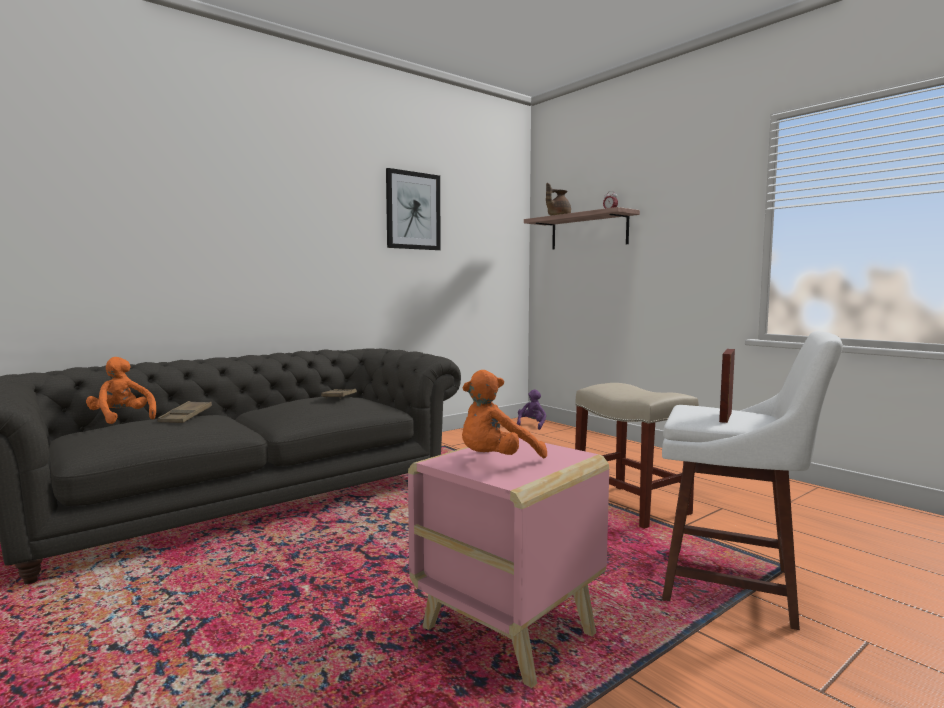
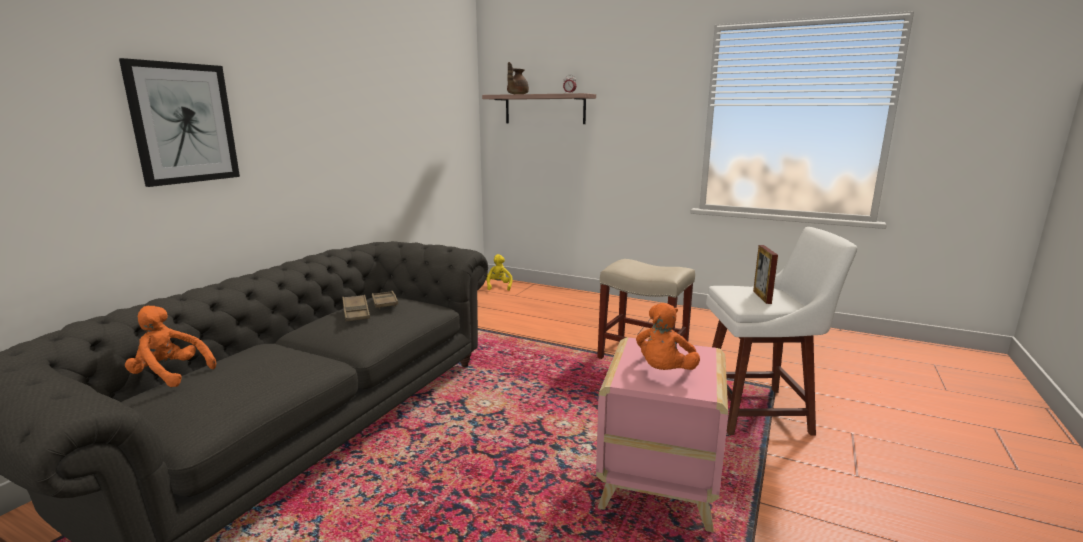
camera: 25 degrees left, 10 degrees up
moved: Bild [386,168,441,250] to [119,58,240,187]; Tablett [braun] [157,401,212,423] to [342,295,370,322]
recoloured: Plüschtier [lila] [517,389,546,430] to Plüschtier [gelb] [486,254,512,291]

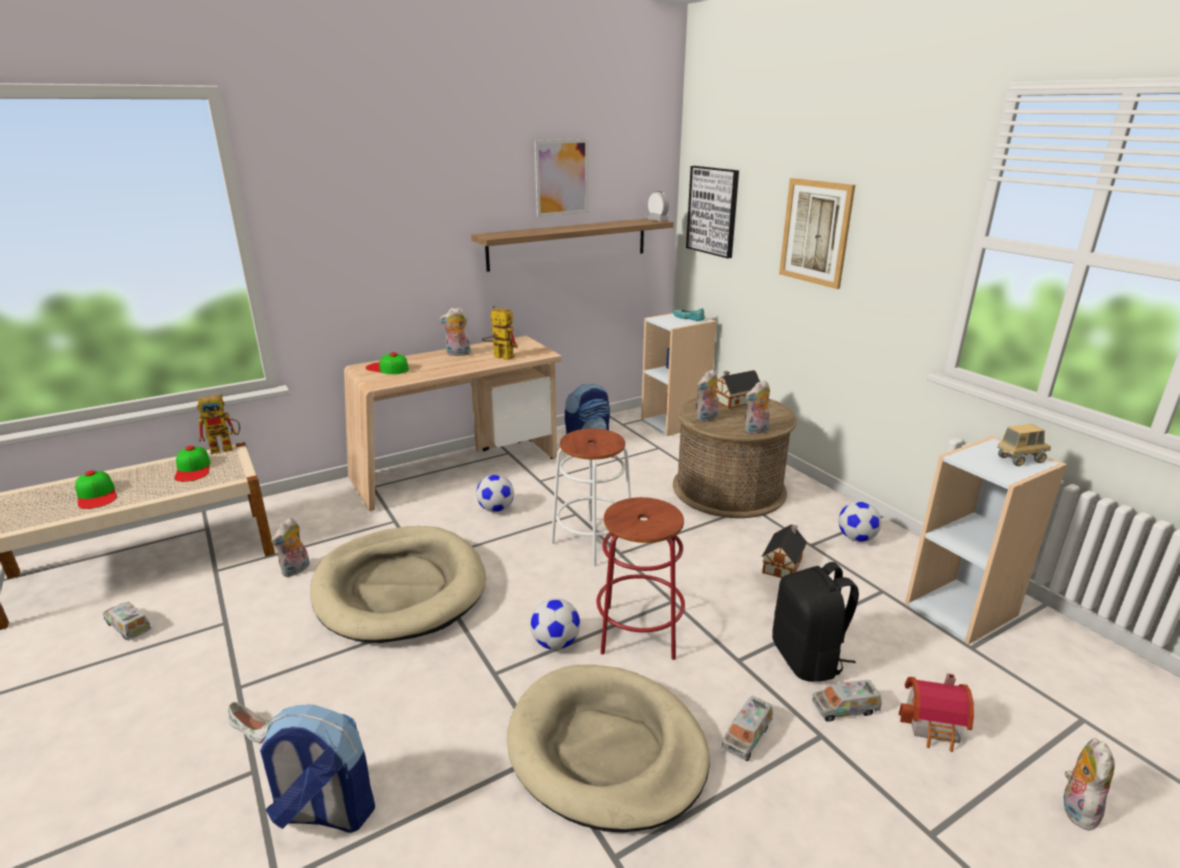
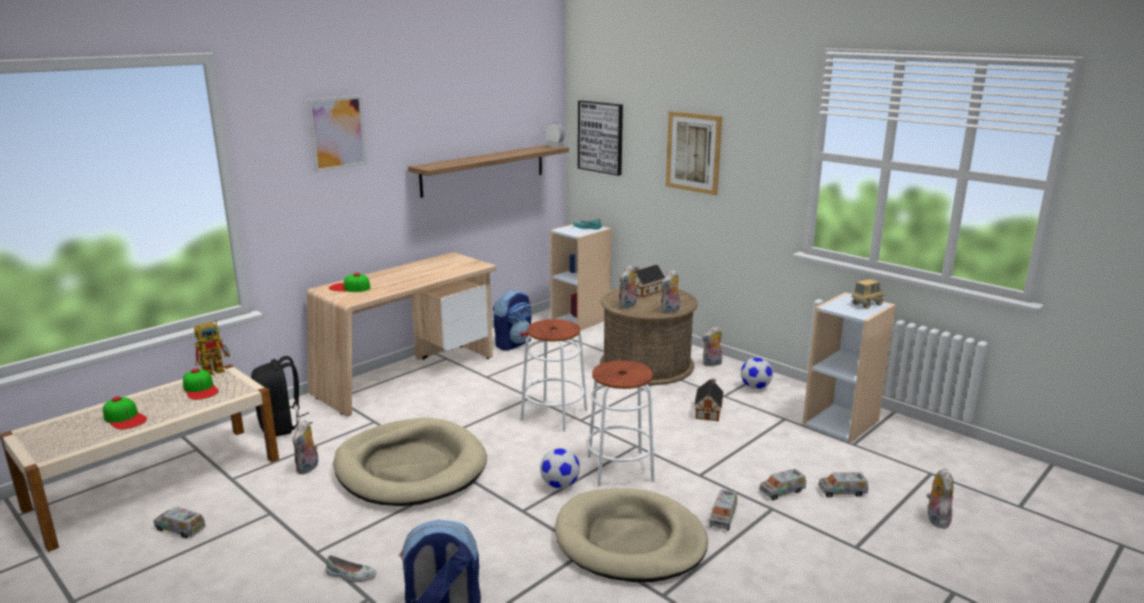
camera: 15 degrees left, 5 degrees down
removed: Fußball [476,475,514,512]; Spielzeugroboter [482,306,518,360]
moved: Rucksack [schwarz] [772,562,859,682] to [251,356,313,436]; Bild [535,139,588,217] to [307,95,367,172]; Plüschtier [439,307,471,356] to [702,326,722,366]
replaced: Spielzeughaus [899,673,974,752] to Spielzeuglaster [818,472,868,497]
recoloured: Hocker [rot] [597,497,685,660] to Hocker [weiß] [586,360,656,487]

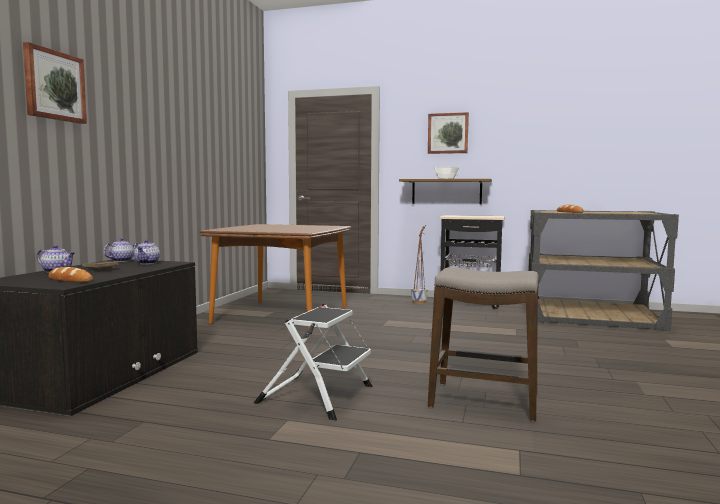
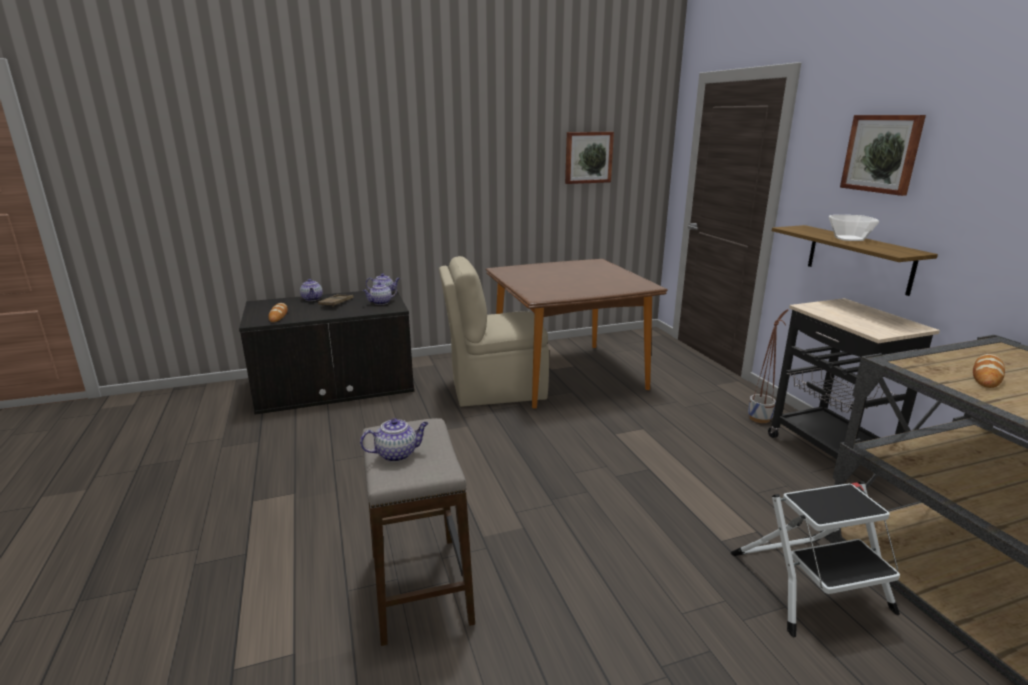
camera: 55 degrees right, 15 degrees up
added: Teekanne [360,418,428,462]; Stuhl [beige] [439,256,549,407]
moved: Bild [23,42,87,124] to [565,132,614,184]; Trittleiter [254,303,372,421] to [731,481,900,637]

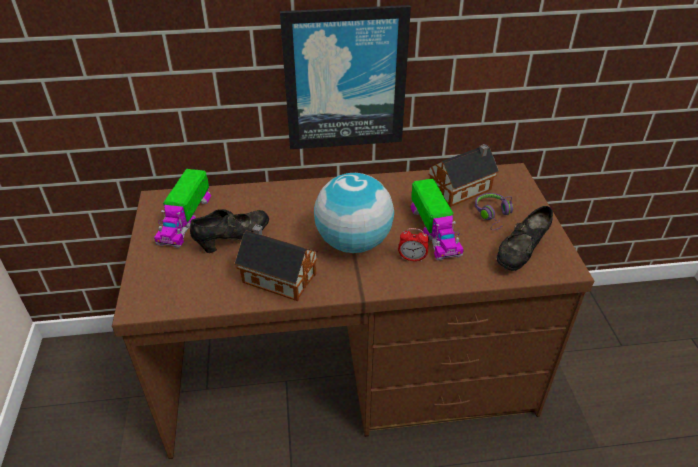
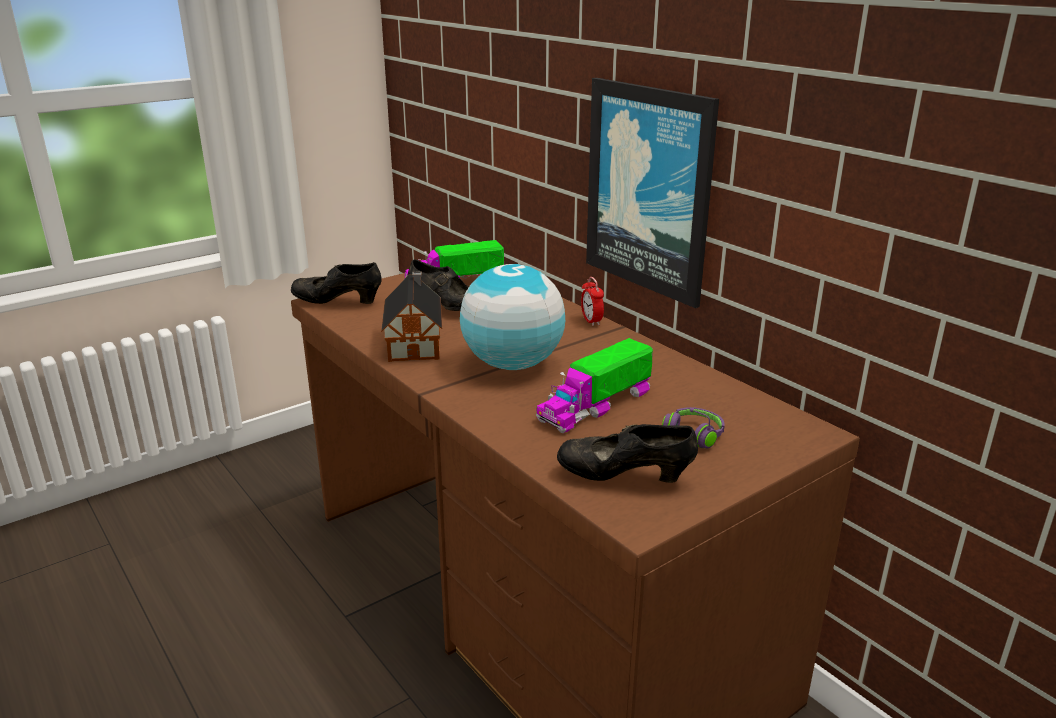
camera: 60 degrees right, 15 degrees down
removed: Spielzeughaus [428,144,499,207]
added: Schuh [schwarz] [291,262,382,304]
moved: Wecker [398,228,429,262] to [581,277,604,326]

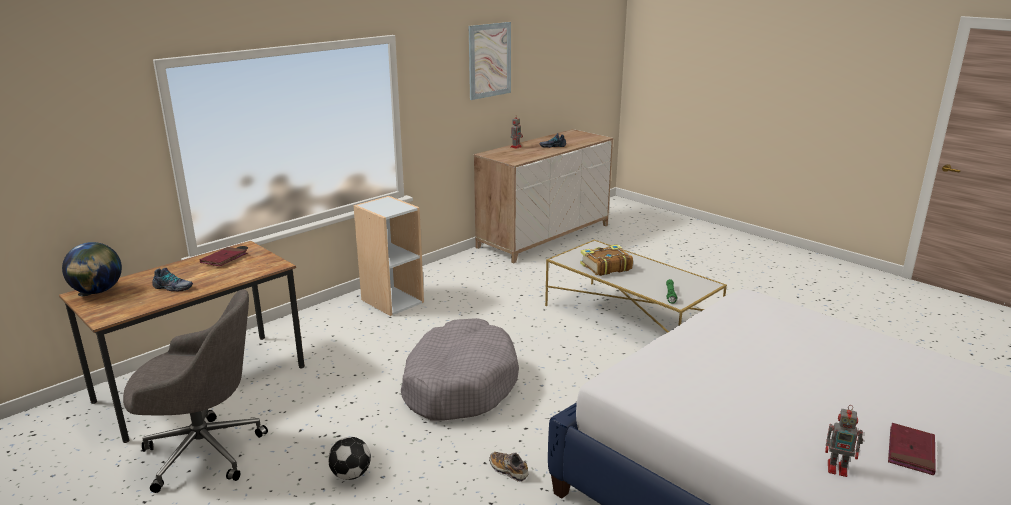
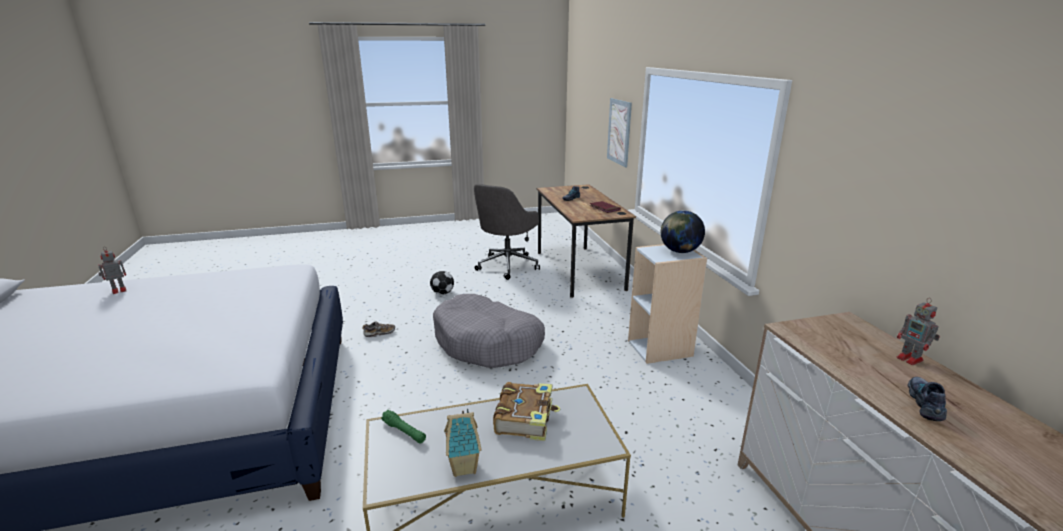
camera: 120 degrees right, 0 degrees up
removed: Buch [rot] [888,423,936,475]
added: Spielzeughaus [444,408,481,477]
moved: Bild [469,22,511,100] to [607,98,632,168]; Globus [62,242,122,294] to [661,210,705,253]

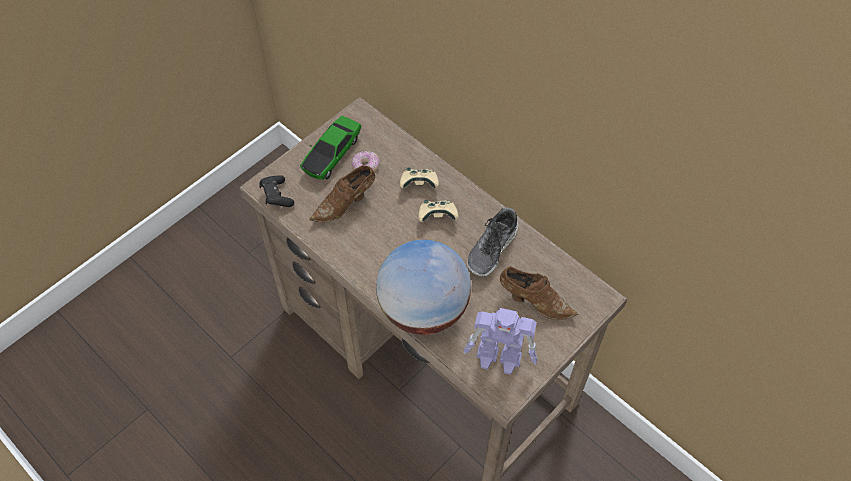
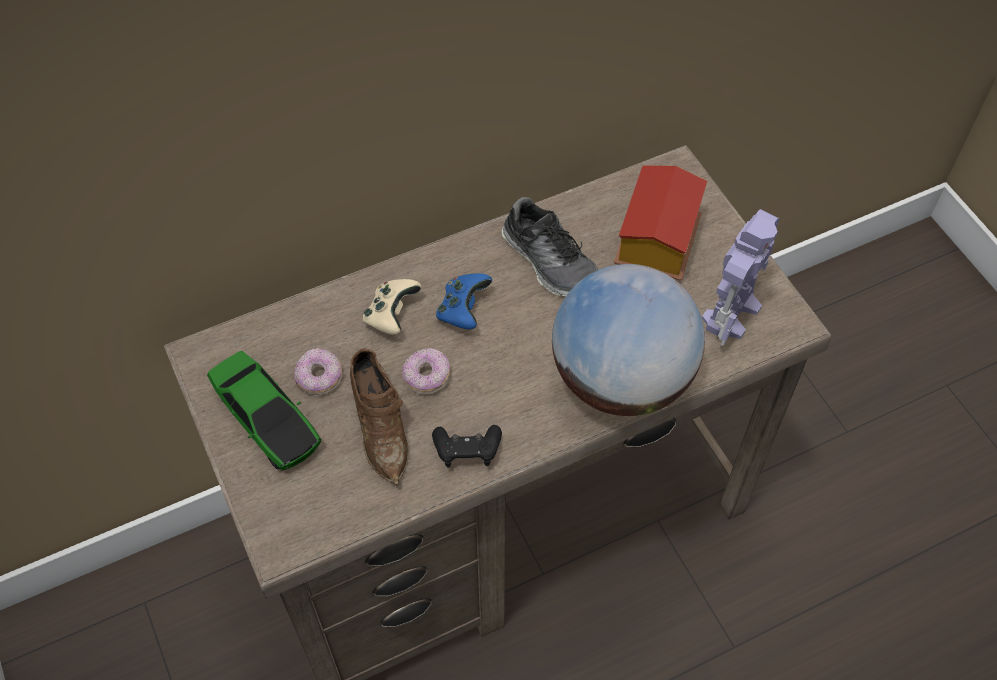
camera: 70 degrees left, 0 degrees up
added: Donut [402,348,450,395]
moved: Gamepad [schwarz] [259,175,294,207] to [432,425,502,468]
replaced: Schuh [braun] [500,266,579,320] to Spielzeughaus [614,165,707,280]
recoloured: Gamepad [beige] [418,200,459,222] to Gamepad [blau] [436,273,492,329]

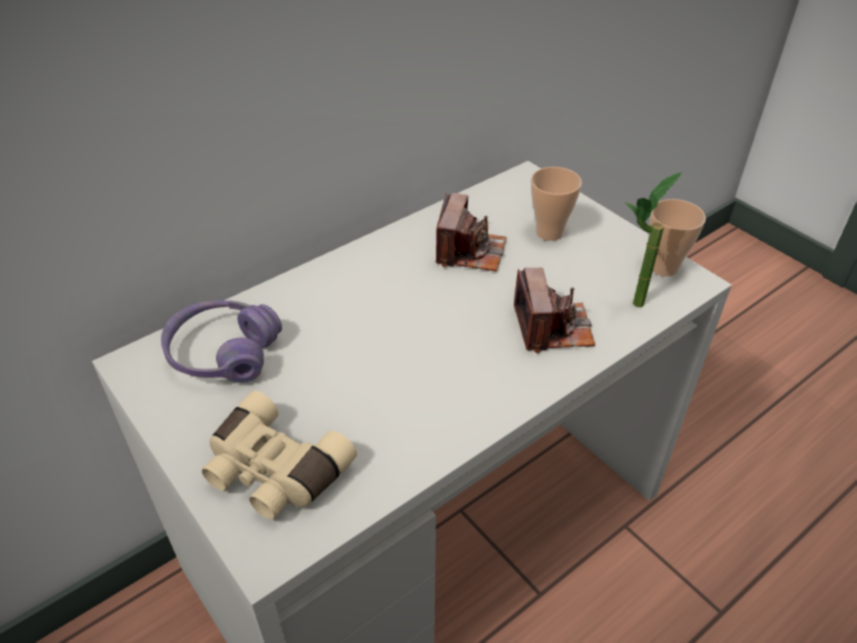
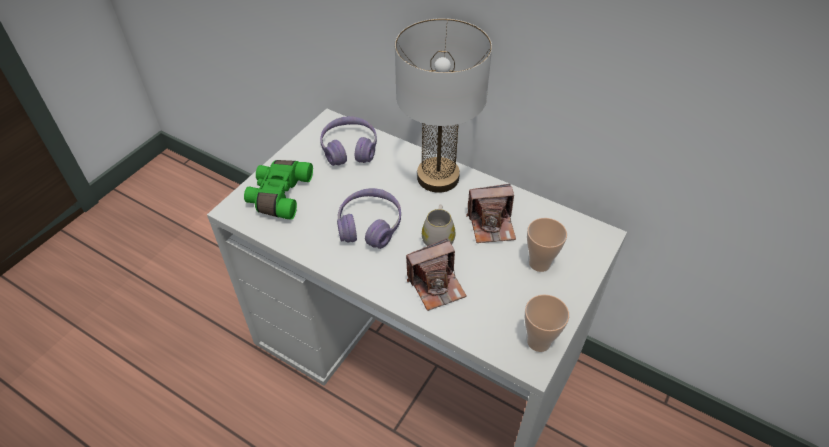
camera: 70 degrees right, 5 degrees up
removed: Topfpflanze [625,172,682,308]
added: Kopfhörer [lila] [337,188,401,249]; Tischlampe [395,18,492,193]; Henkelbecher [weiß] [422,205,455,246]
recoloured: Fernglas [beige] [202,391,357,519] to Fernglas [grün] [244,160,313,220]

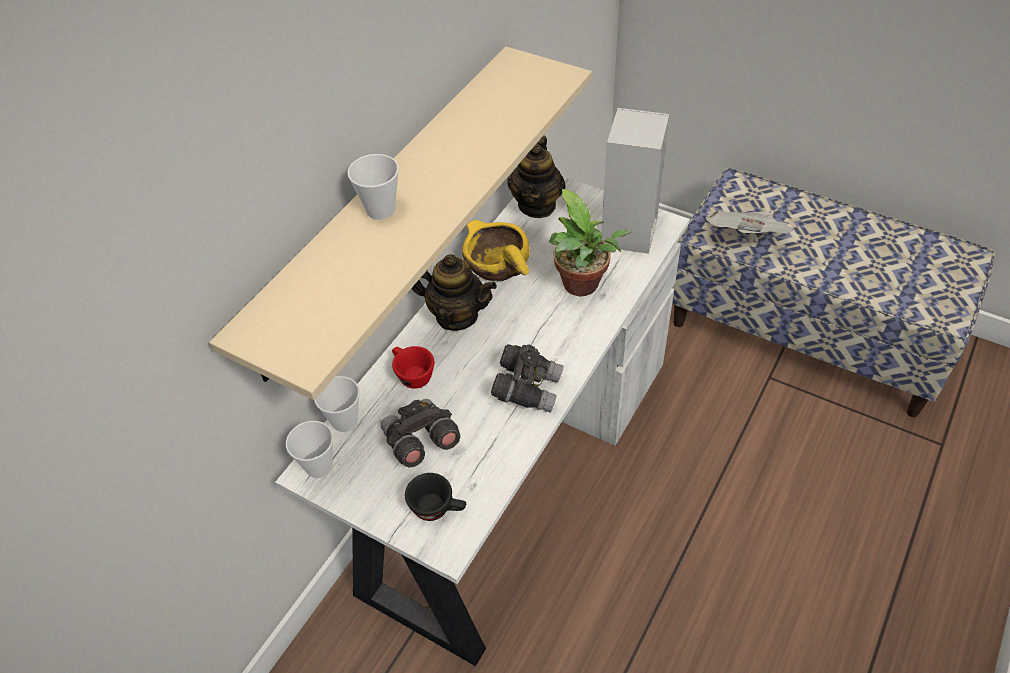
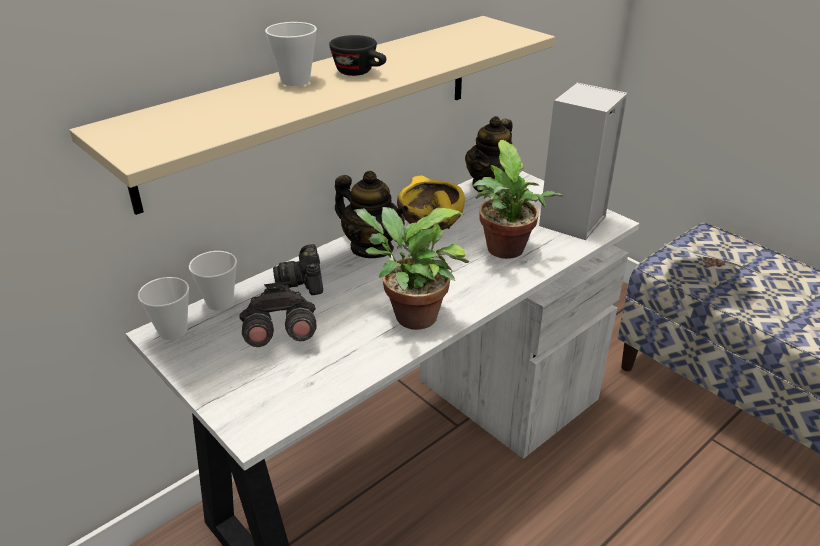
camera: 15 degrees right, 15 degrees down
moved: Tasse [schwarz] [405,473,466,521] to [329,35,386,76]
replaced: Tasse [rot] [392,346,434,389] to Kamera [273,244,323,295]; Fernglas [grau] [491,344,564,413] to Topfpflanze [354,207,469,330]

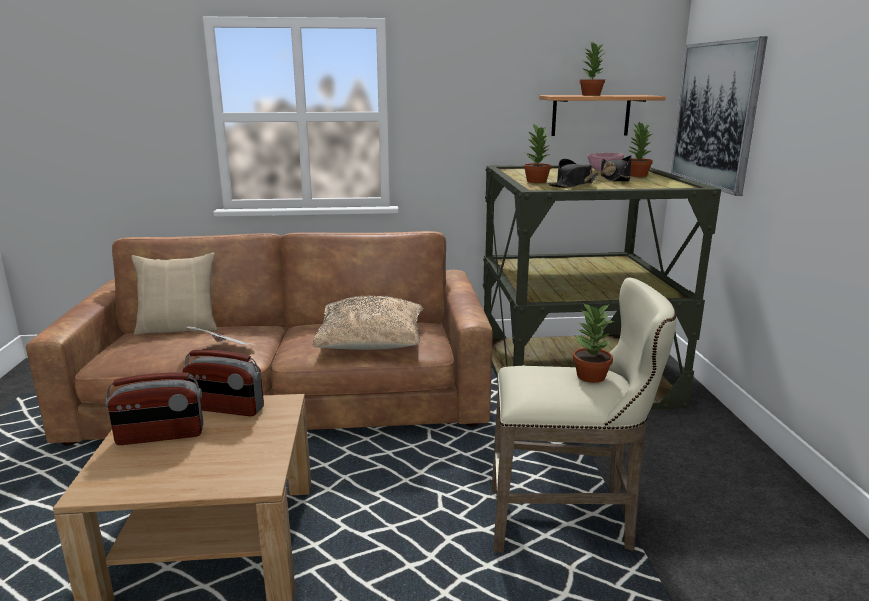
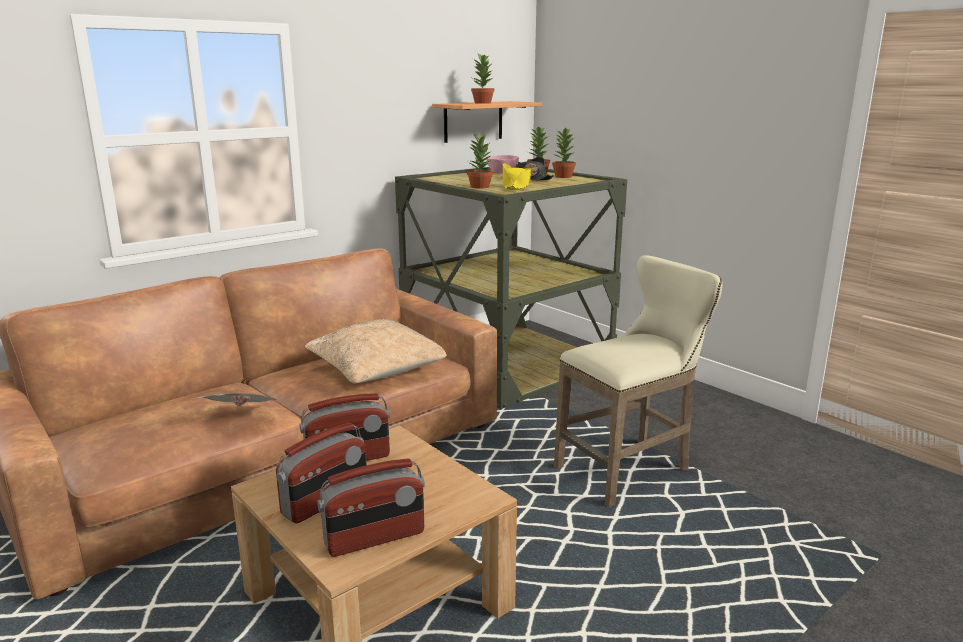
camera: 35 degrees left, 0 degrees up
removed: Kissen [beige] [131,253,218,335]; Bild [671,37,768,196]
added: Radio [317,458,425,557]
moved: Topfpflanze [573,304,614,383] to [552,128,576,178]
recoloured: Hut [schwarz] [548,159,598,188] to Hut [gelb] [502,163,531,190]

